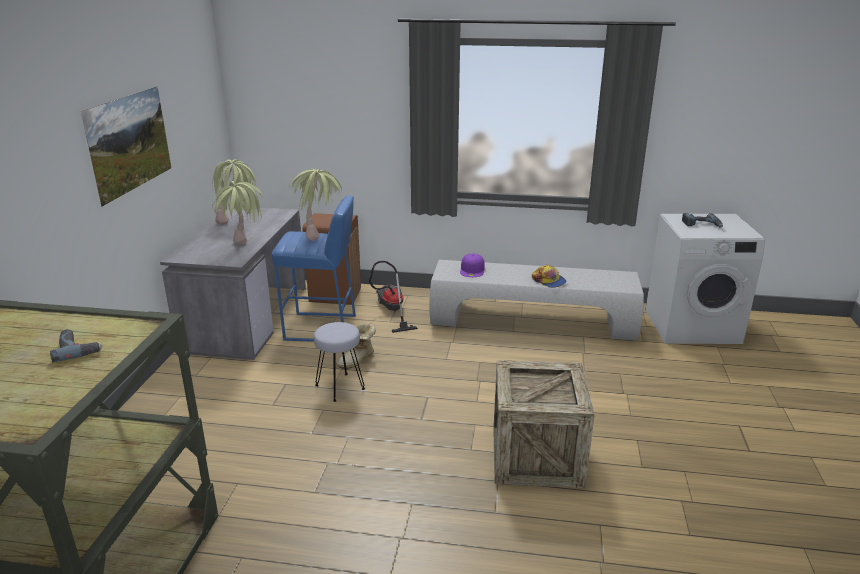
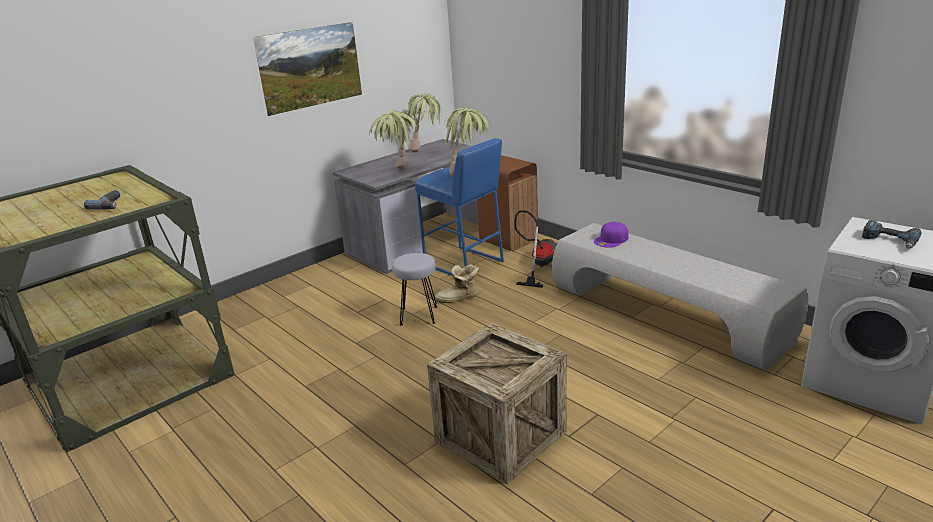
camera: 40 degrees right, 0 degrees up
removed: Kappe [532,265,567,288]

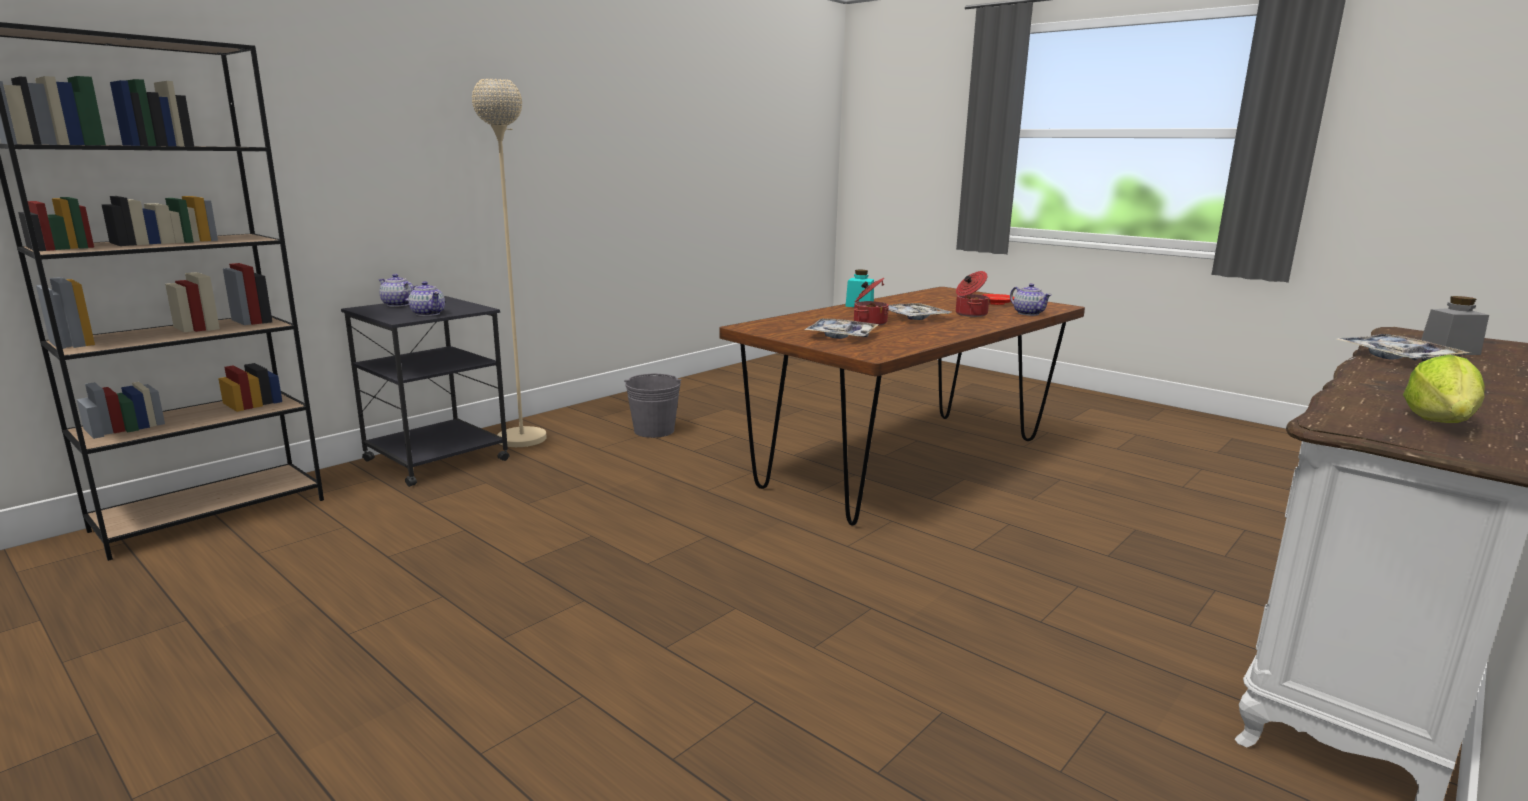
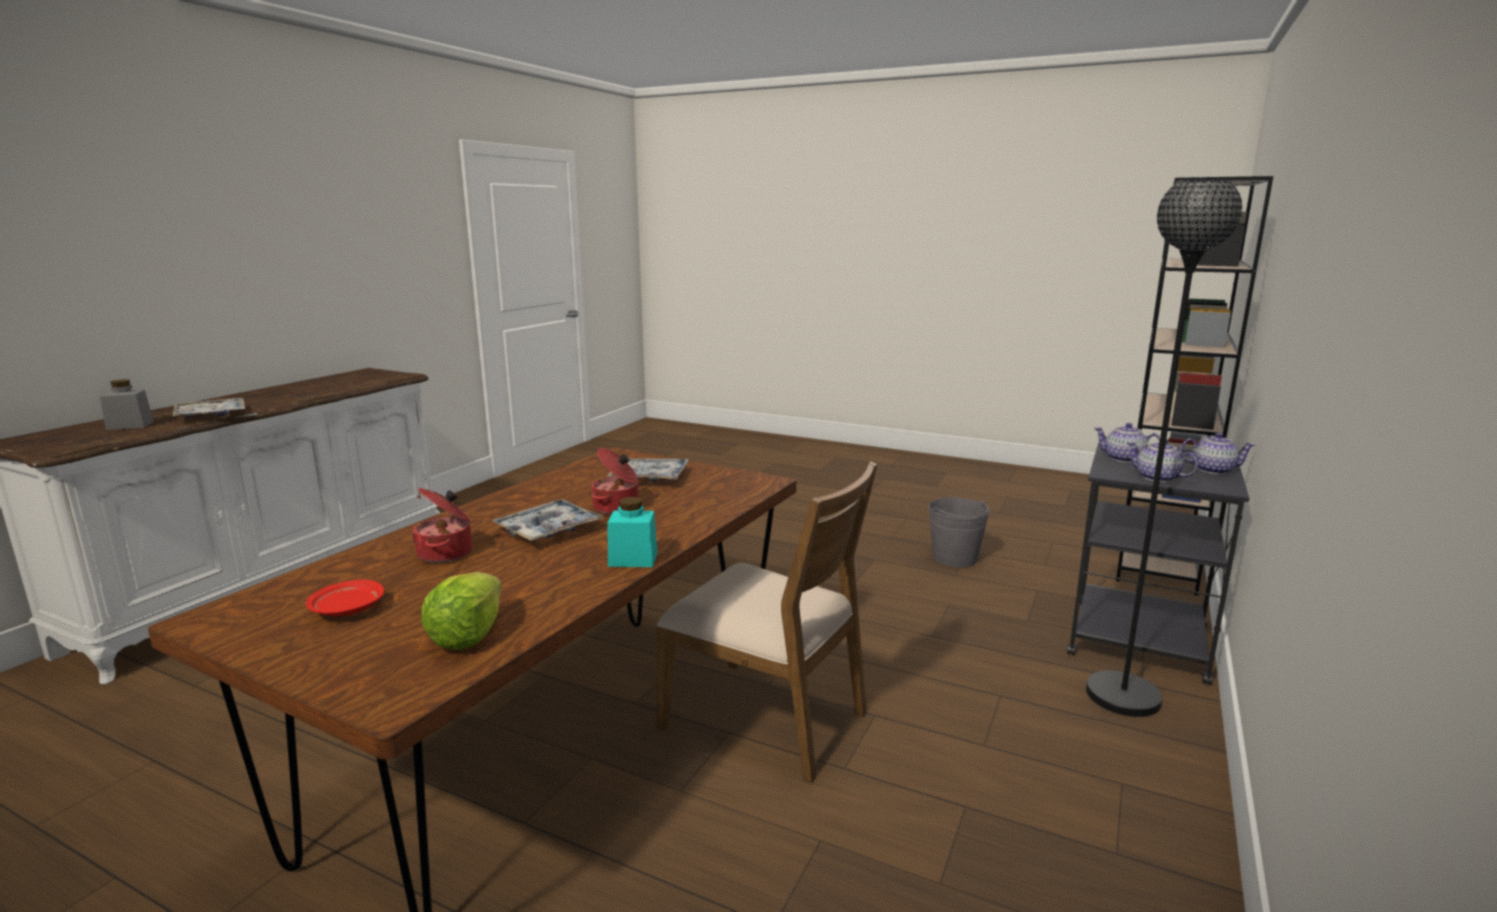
camera: 165 degrees right, 0 degrees up
added: Stuhl [braun] [657,461,878,783]
moved: Salatkopf [1403,355,1485,423] to [421,572,502,649]; Eimer [grau] [624,373,681,438] to [929,498,990,567]; Teekanne [1010,283,1052,316] to [1127,440,1198,482]
recoloured: Stehlampe [beige] [472,79,547,447] to Stehlampe [schwarz] [1086,179,1242,717]

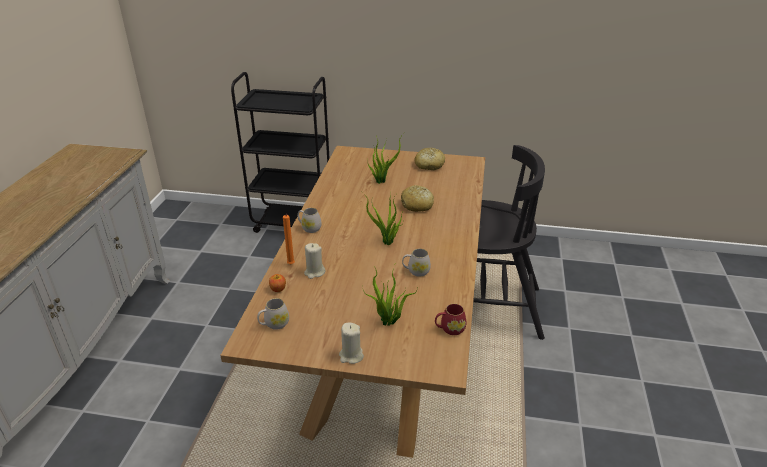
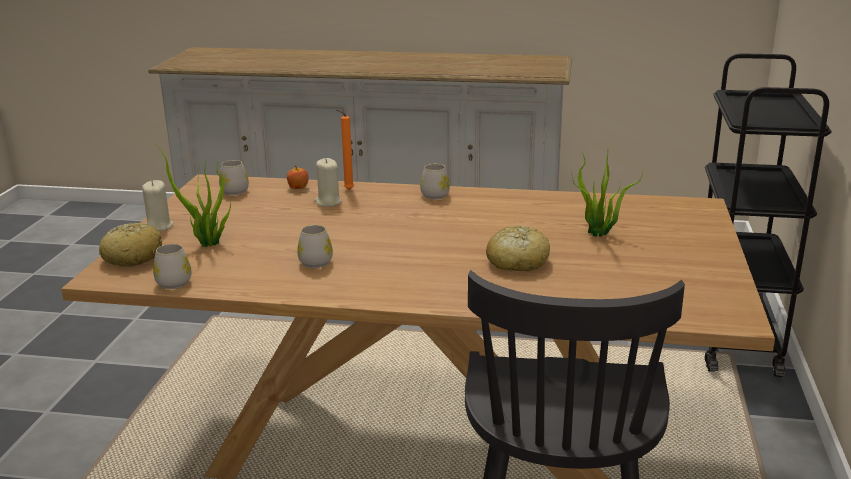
camera: 90 degrees right, 10 degrees down
removed: Topfpflanze [362,192,403,245]
moved: Brot [414,148,445,170] to [99,223,162,267]
recoloured: Henkelbecher [rot] [435,304,466,335] to Henkelbecher [weiß] [153,244,191,289]

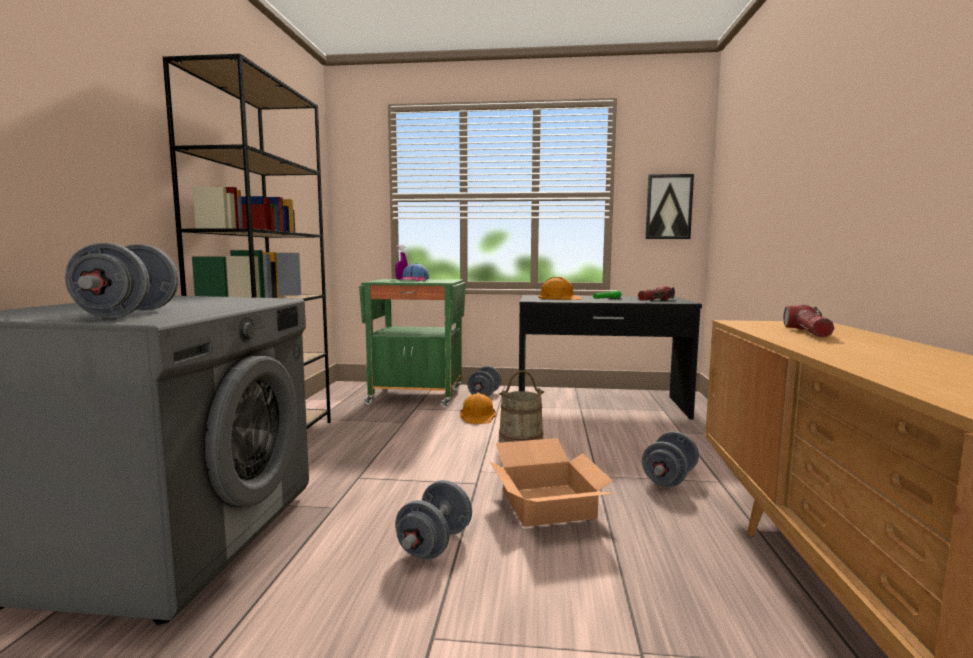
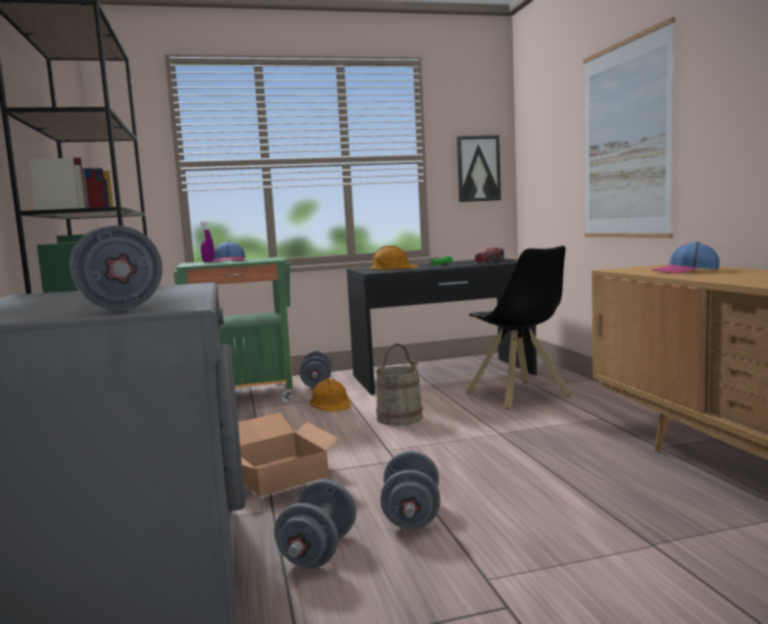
camera: 20 degrees left, 0 degrees up
added: Stuhl [schwarz] [466,246,572,409]; Bild [583,17,675,238]
moved: Karton [490,438,616,527] to [238,413,342,497]; Hantel [grau] [642,431,699,487] to [274,479,357,568]
replaced: Taschenlampe [783,305,834,337] to Kappe [651,242,720,274]

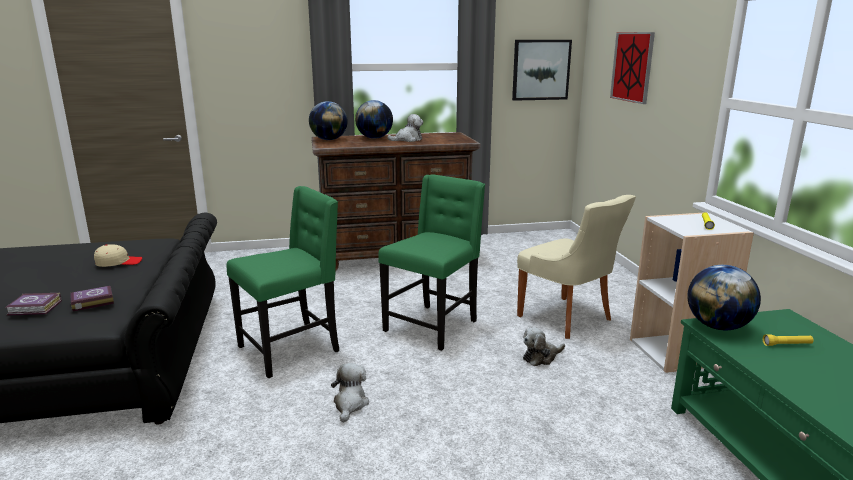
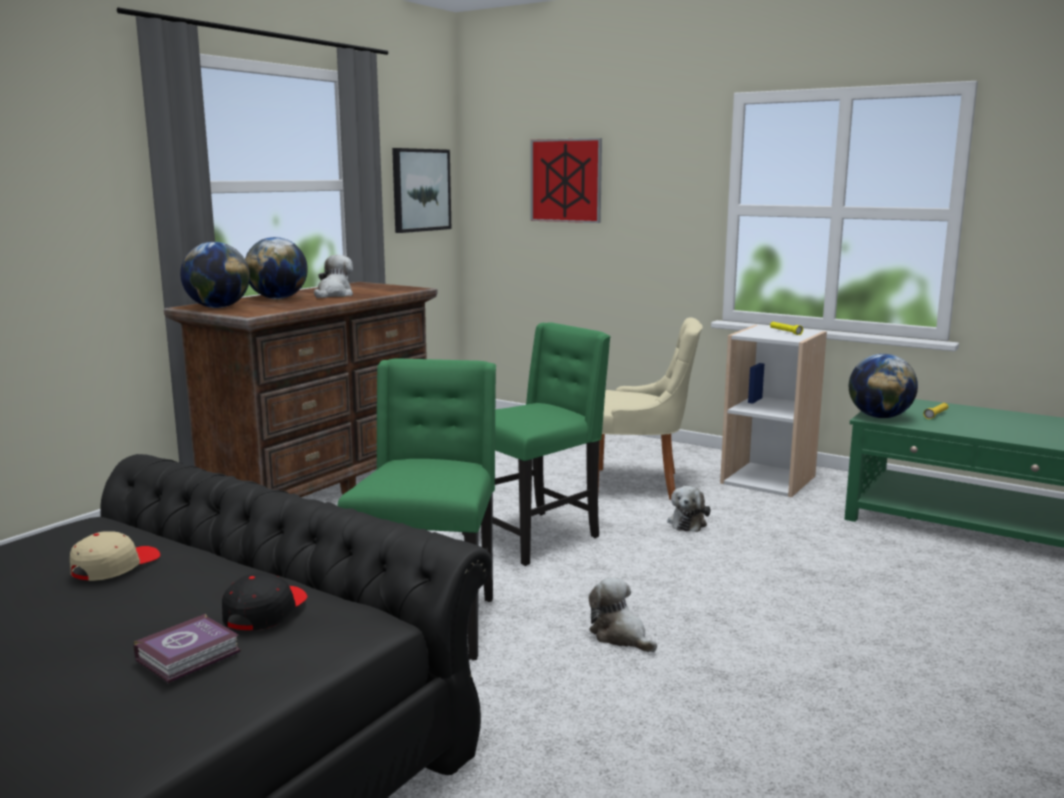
camera: 45 degrees left, 5 degrees down
replaced: Buch [70,286,114,311] to Kappe [schwarz] [222,572,307,631]
turned: Stuhl [grün] [378,174,485,351] = [462,322,611,566] 60 degrees clockwise

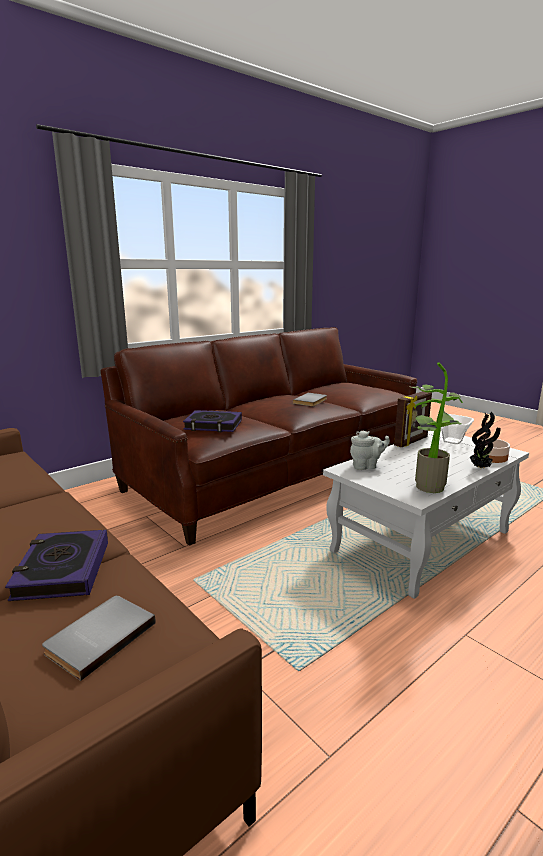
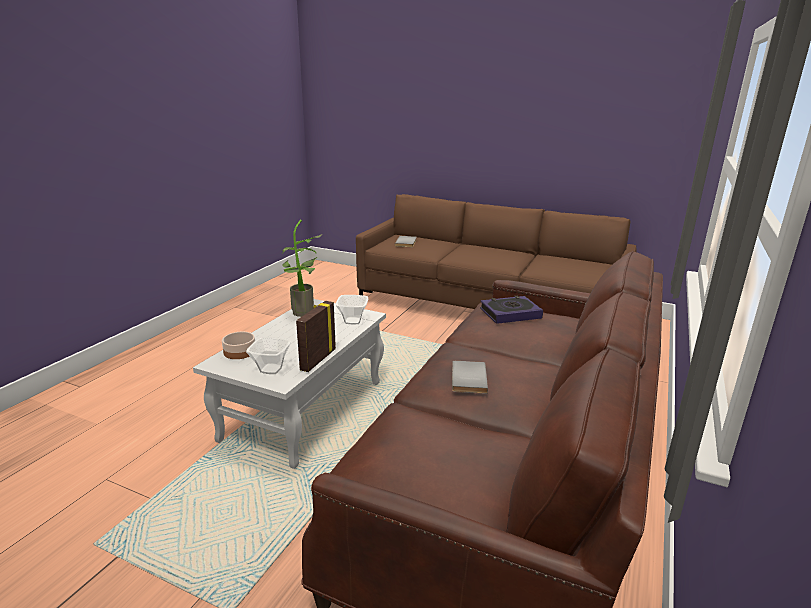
camera: 155 degrees right, 5 degrees up
removed: Buch [5,530,108,601]; Topfpflanze [470,412,500,469]
replaced: Teekanne [grau] [350,430,390,470] to Schüssel [336,295,368,324]

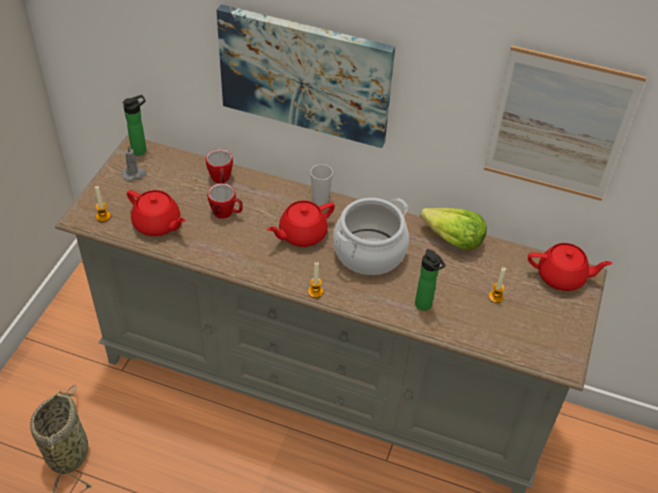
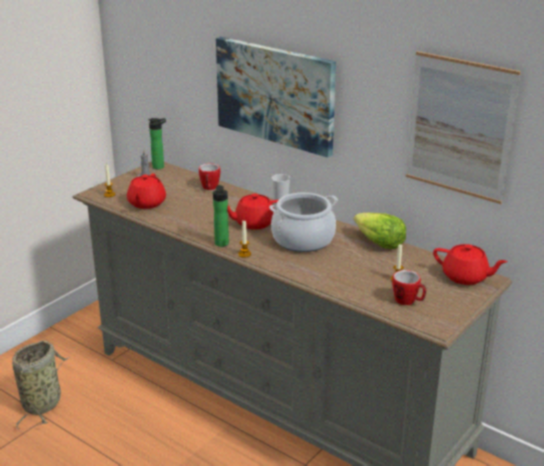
camera: 20 degrees right, 20 degrees down
moved: Flasche [415,249,446,311] to [213,185,229,247]; Henkelbecher [208,183,243,219] to [392,270,426,305]
turned: Teekanne [rot] [127,190,186,236] = [127,173,166,209] 45 degrees clockwise

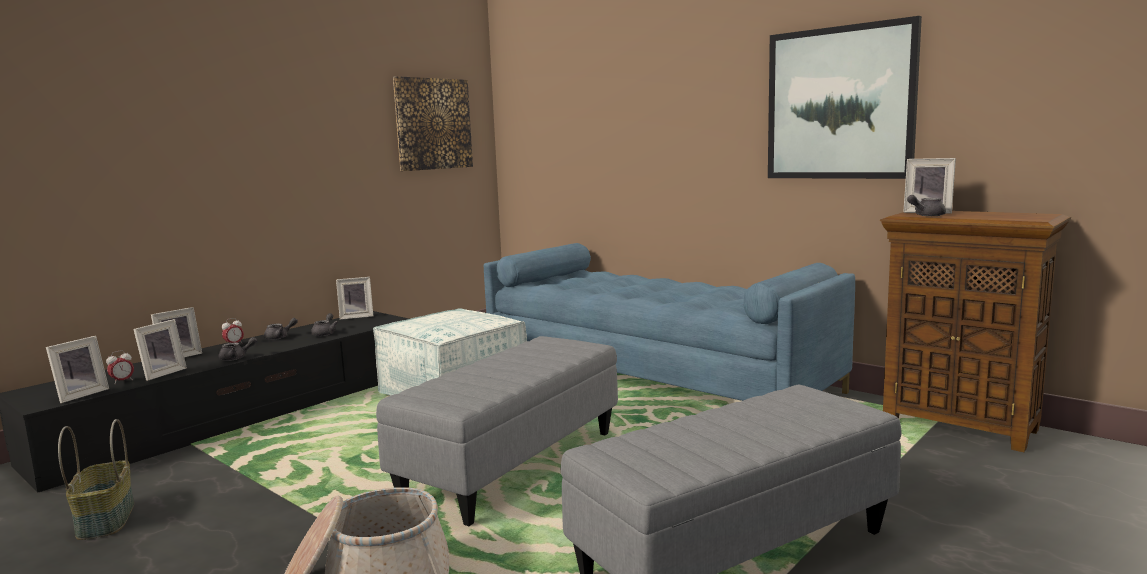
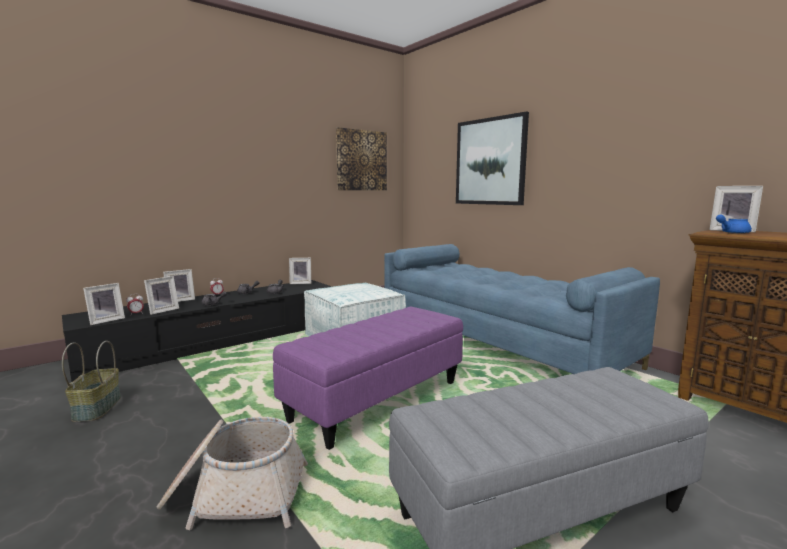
camera: 10 degrees right, 0 degrees up
moved: Bild [768,16,922,179] to [456,111,529,205]
recoloured: Polsterhocker [grau] [376,336,618,526] to Polsterhocker [lila] [273,307,463,450]; Teekanne [grau] [907,195,946,216] to Teekanne [blau] [716,214,752,234]

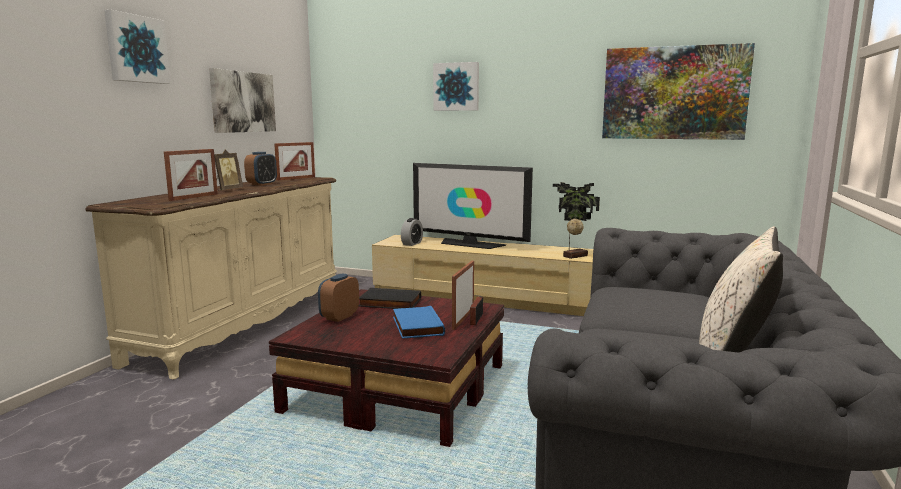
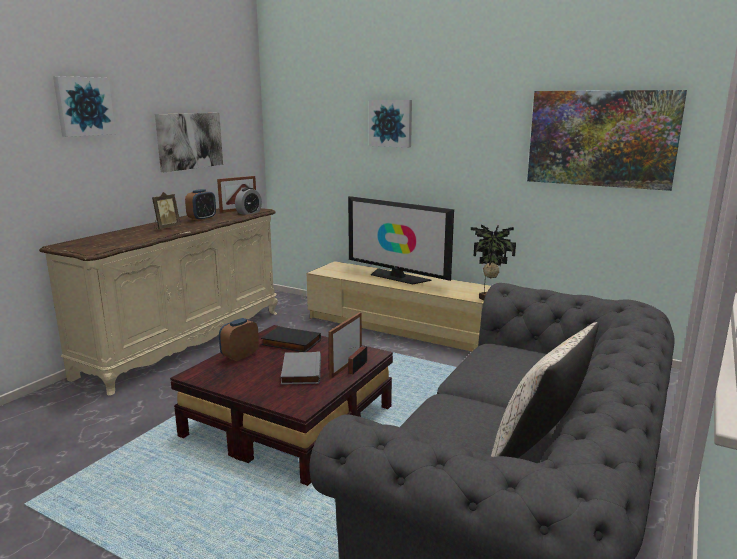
camera: 10 degrees right, 5 degrees up
removed: Bilderrahmen [164,149,218,201]
moved: Wecker [401,218,423,246] to [235,188,262,215]
recoloured: Buch [blau] [393,306,445,339] to Buch [grau] [281,351,321,385]

